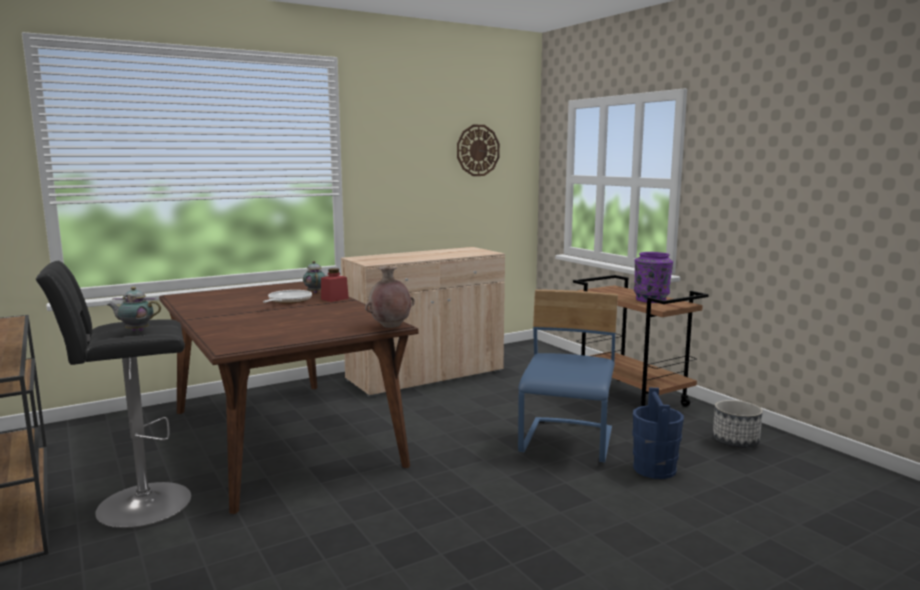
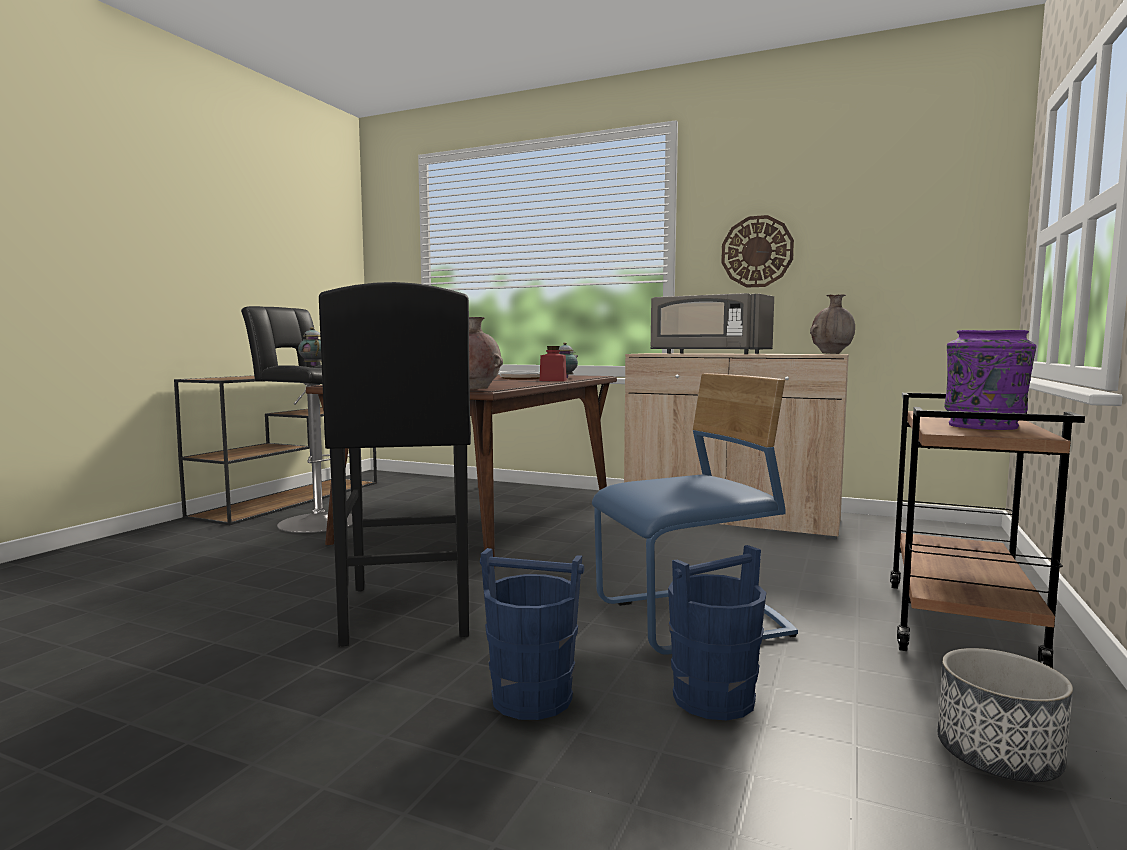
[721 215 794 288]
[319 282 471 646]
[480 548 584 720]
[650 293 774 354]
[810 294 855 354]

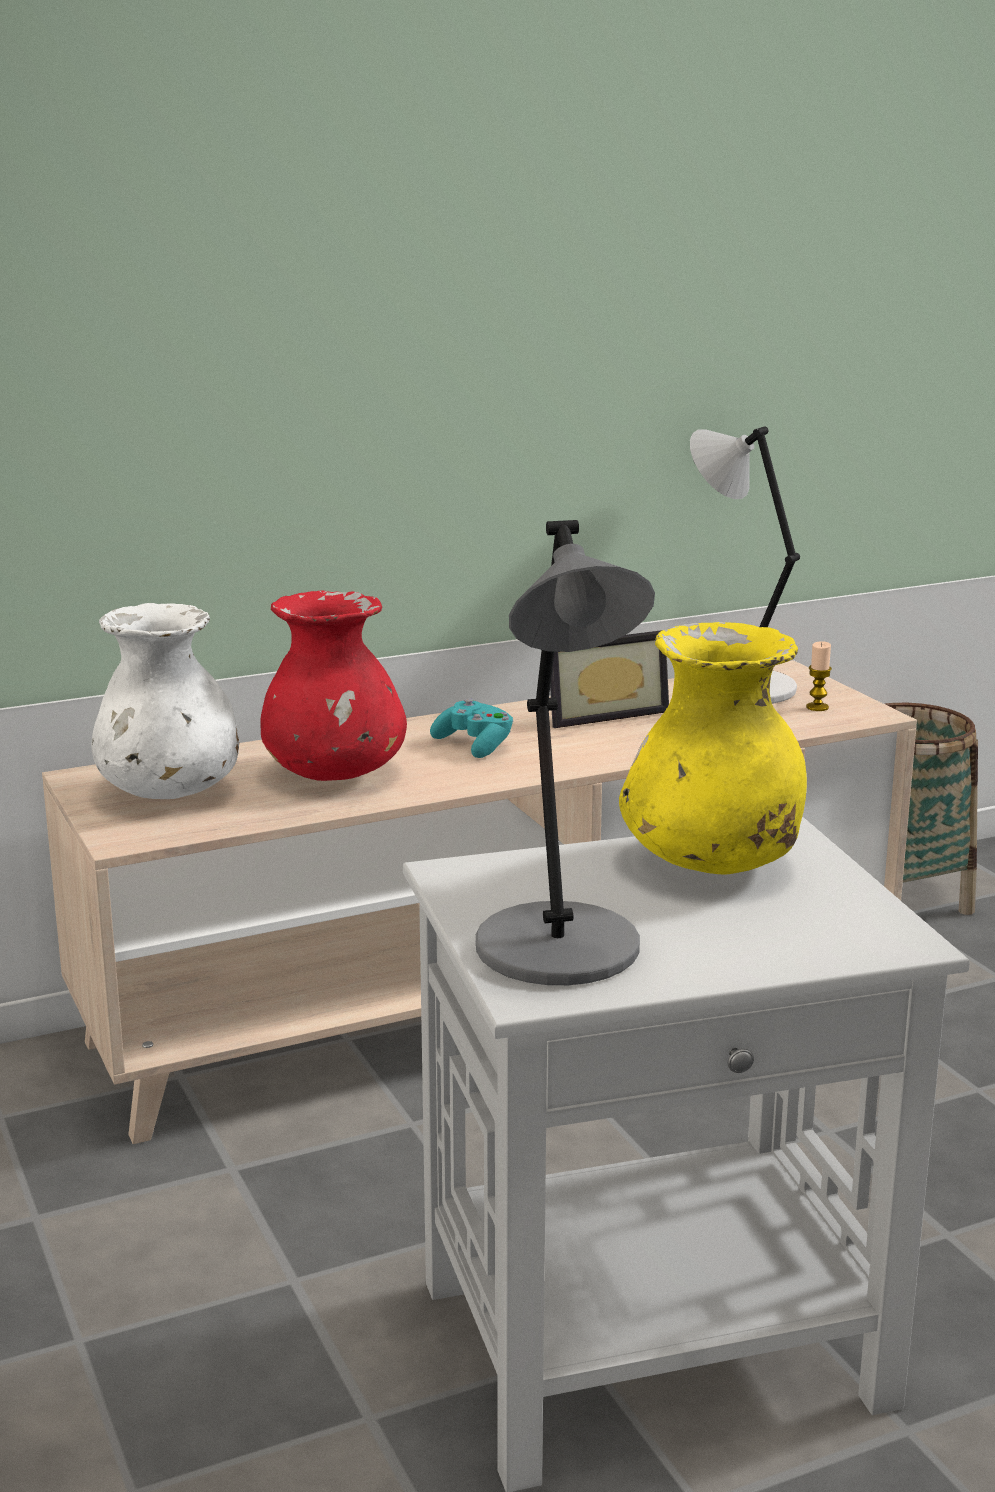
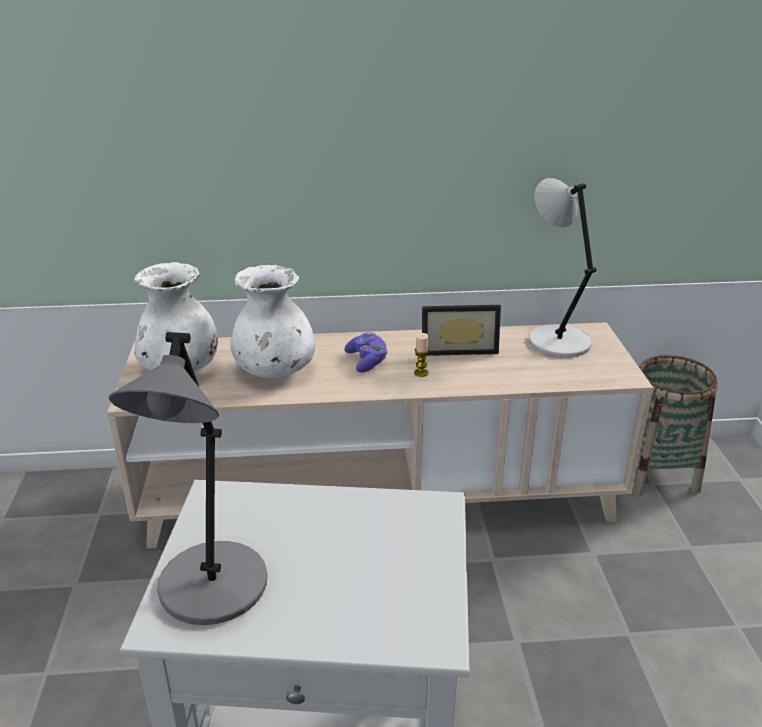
[230 265 315 378]
[345 332 388 373]
[619 622 807 875] (first image)
[414 333 429 377]

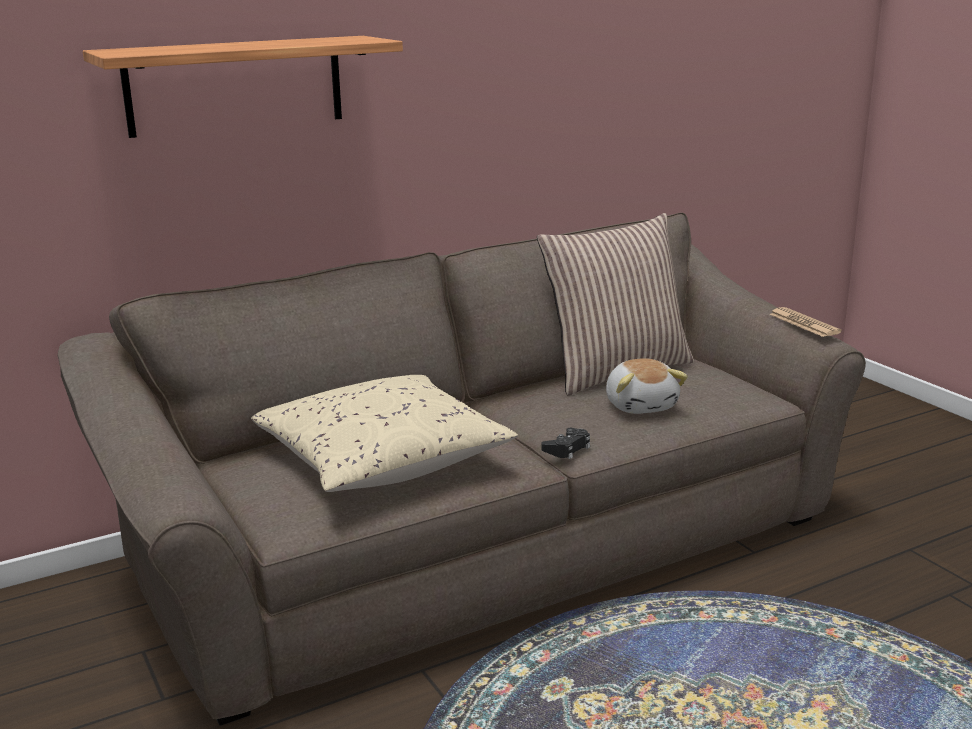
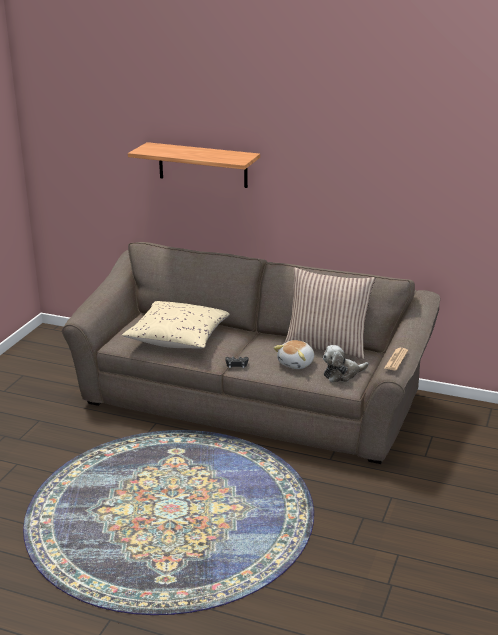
[323 345 369 382]

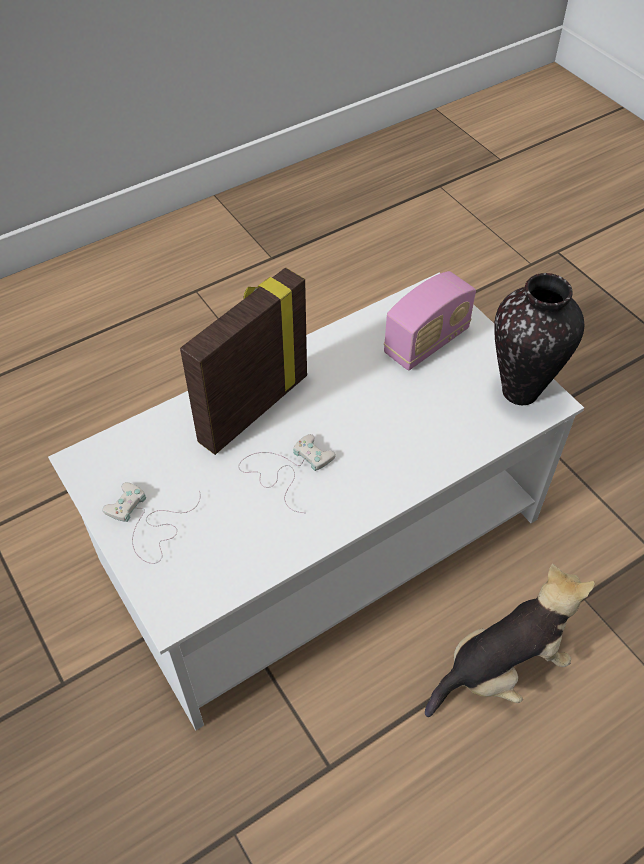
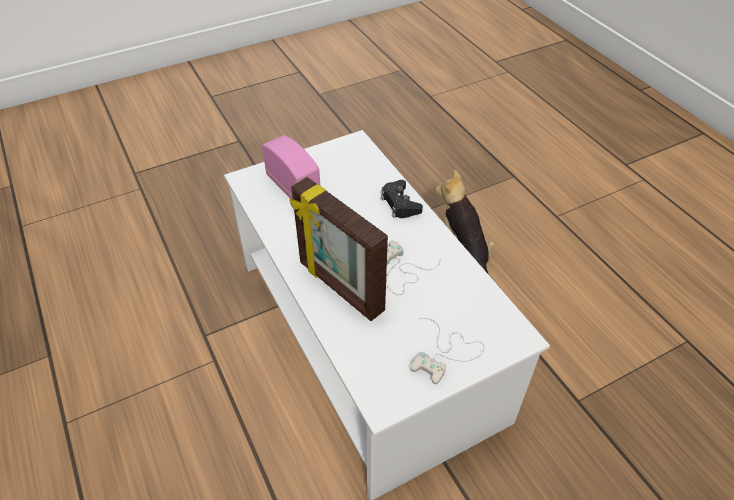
[494 273 585 405] (first image)
[381 180 423 218]

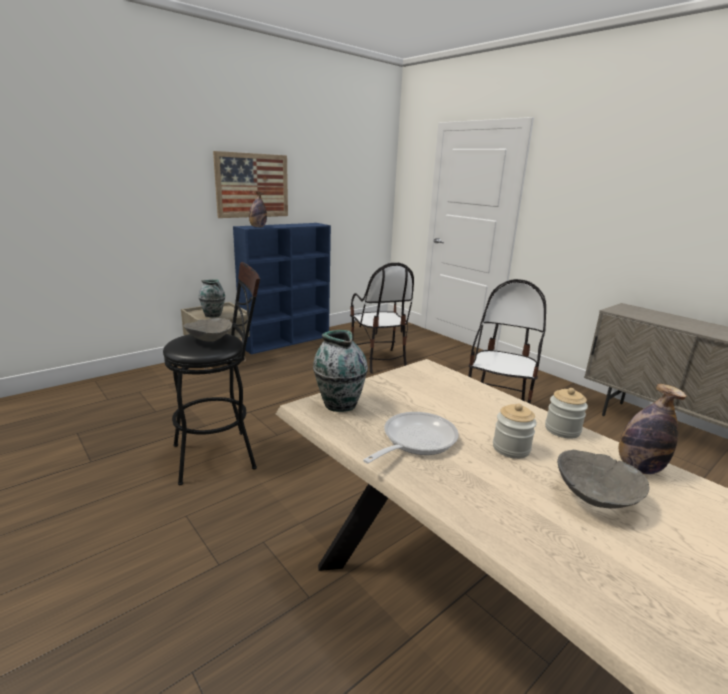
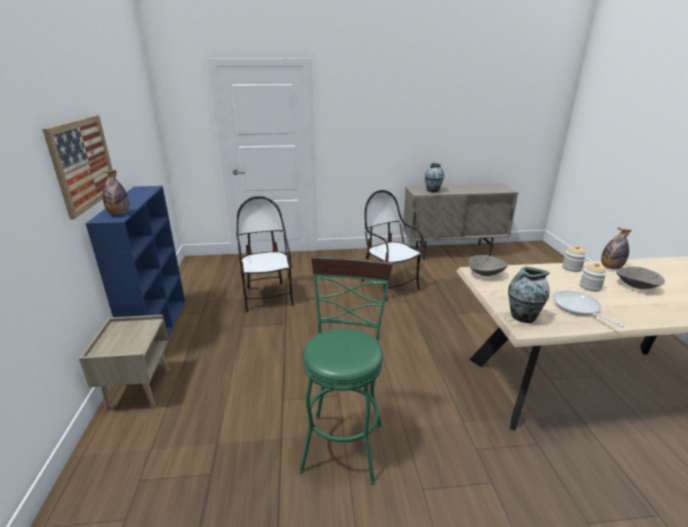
[299 256 393 485]
[469 255 508 276]
[425 163 444 192]
[237 196 293 312]

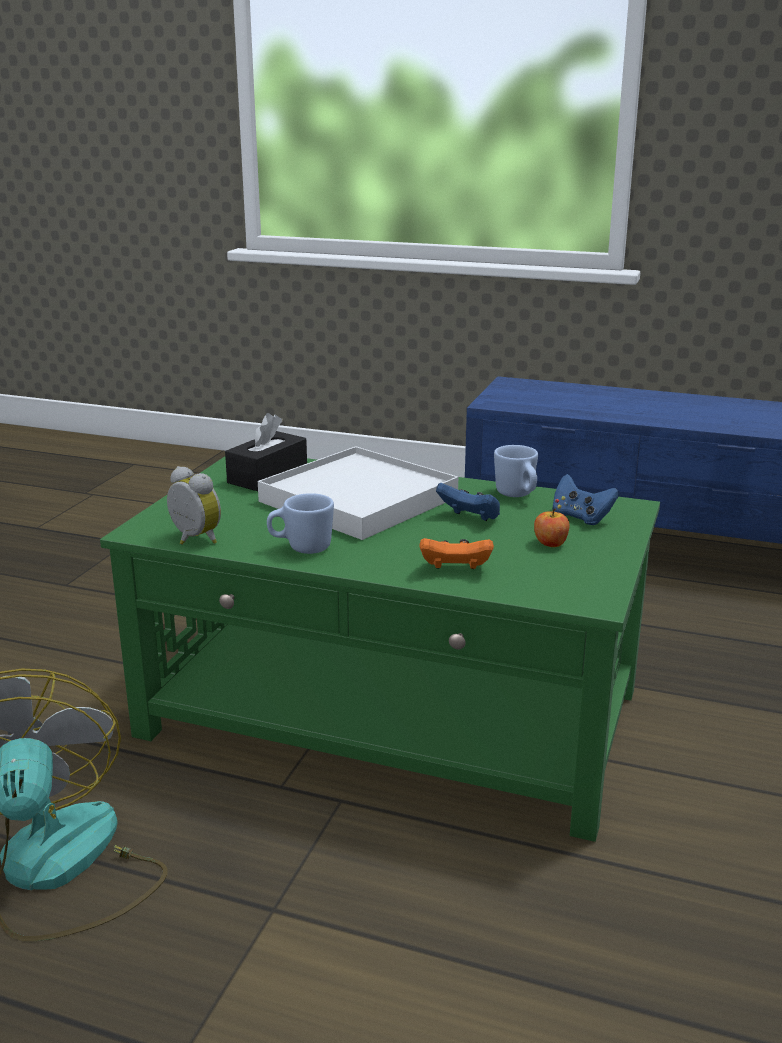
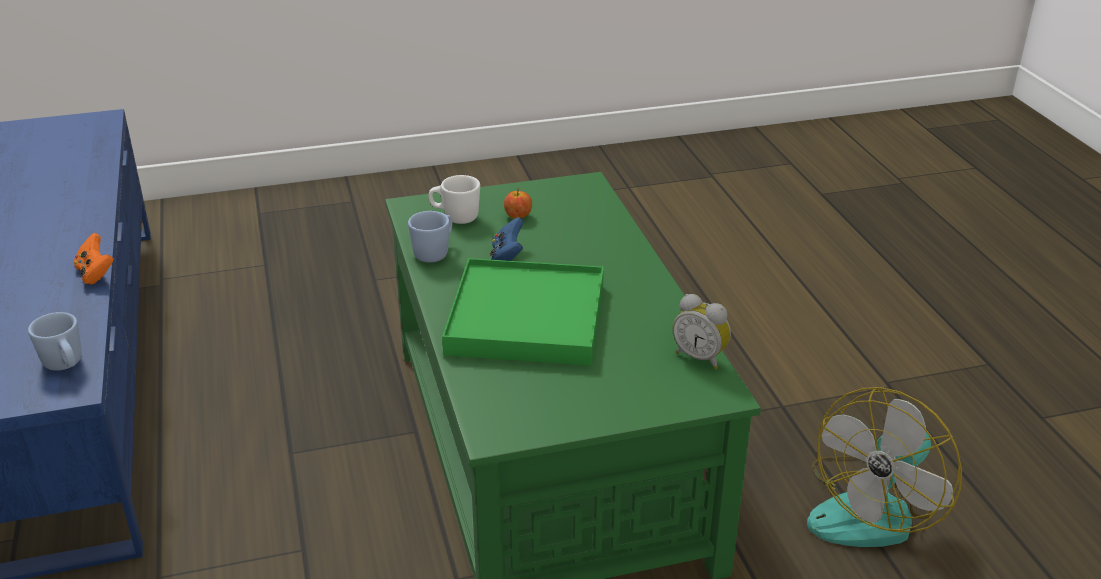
[673 294 731 370]
[225 413 307 491] (first image)
[442 258 604 366]
[28 312 82 371]
[74 233 114 285]
[428 175 480 224]

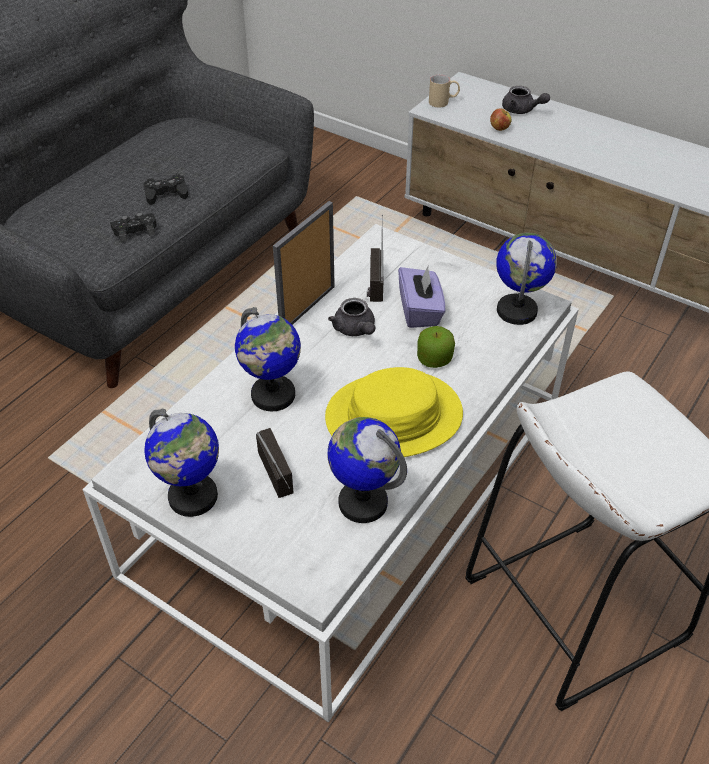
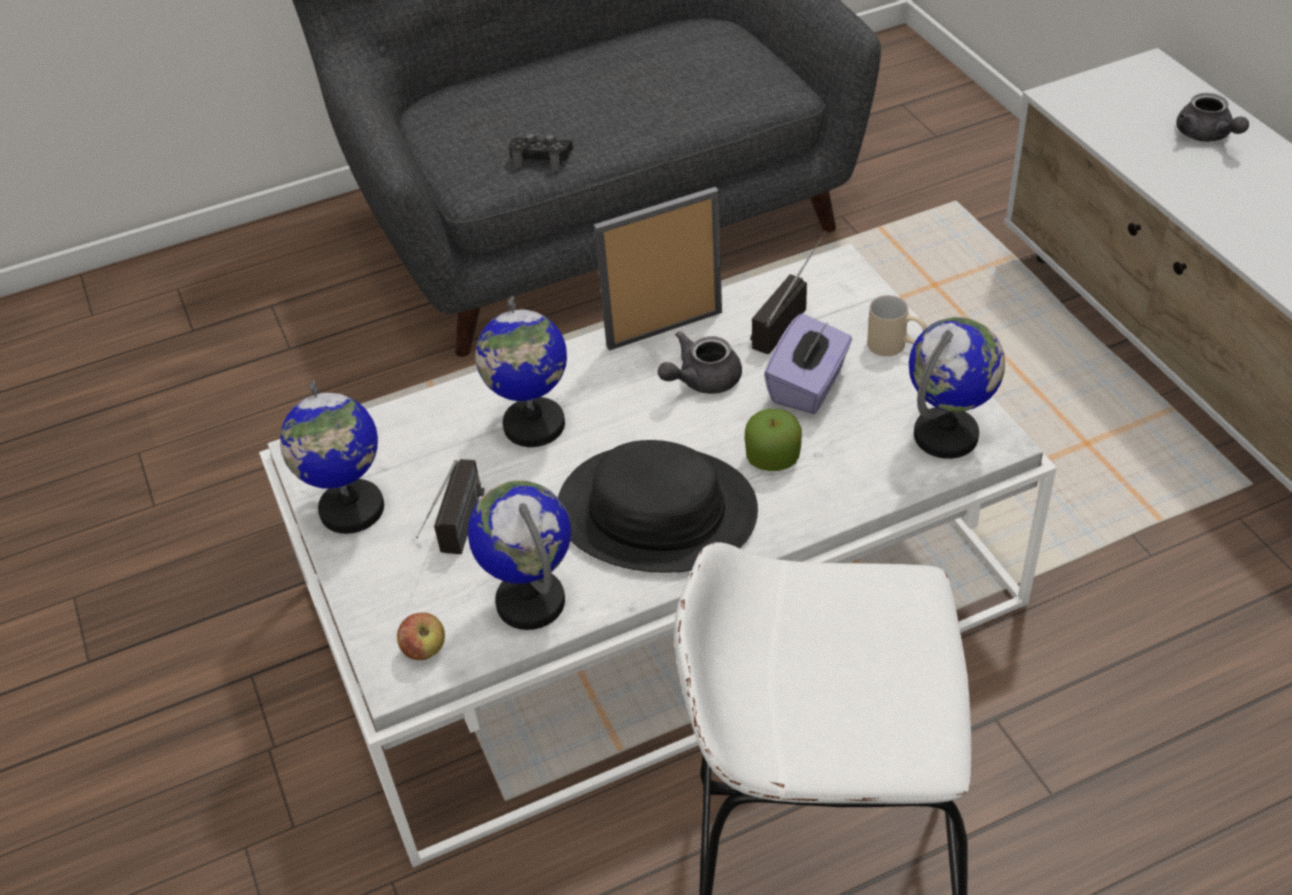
[143 174 188 205] (first image)
[558 440 758 573]
[658 331 742 394]
[867 295 927 356]
[397 613 445 660]

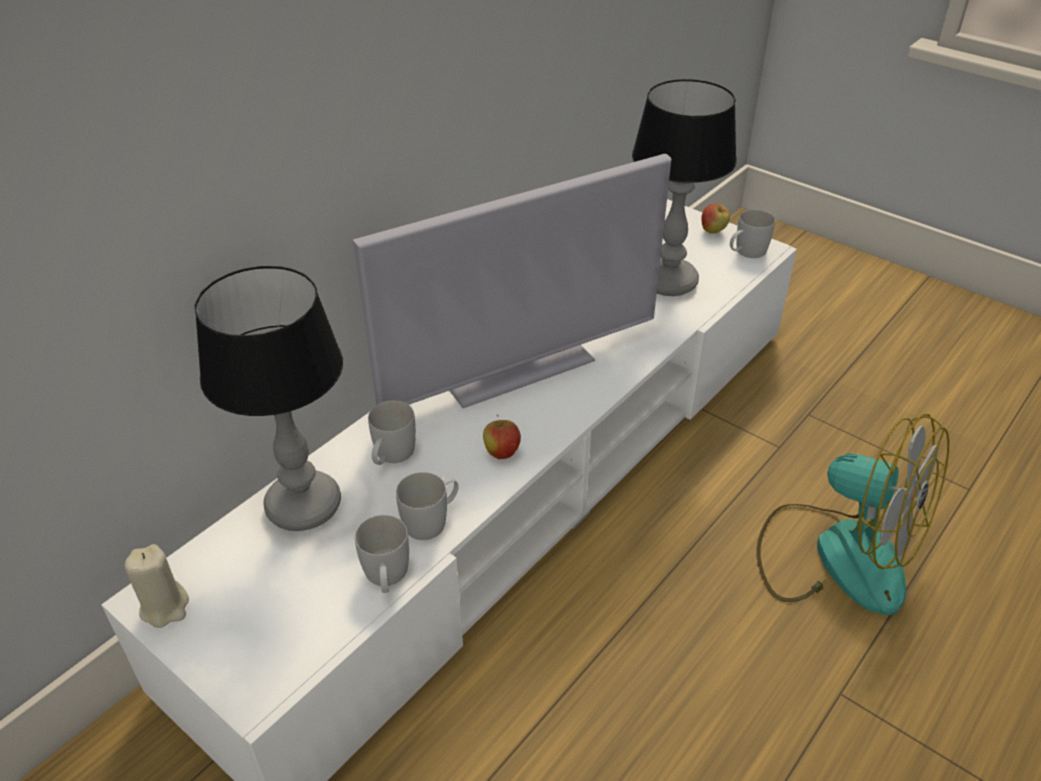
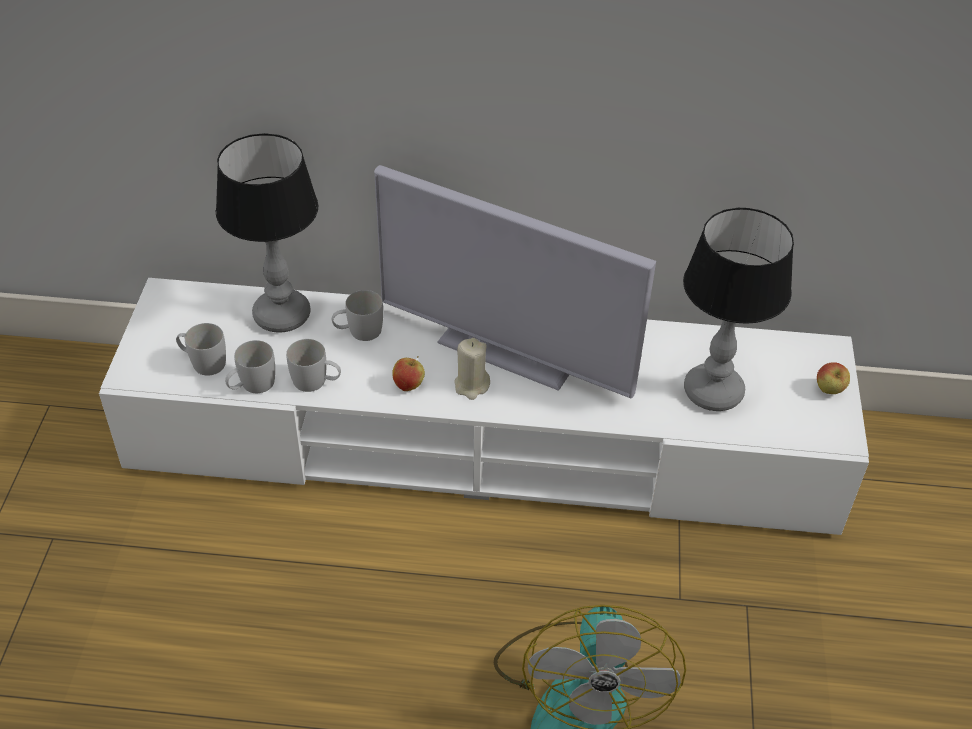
[454 338 490 400]
[176 323 226 376]

